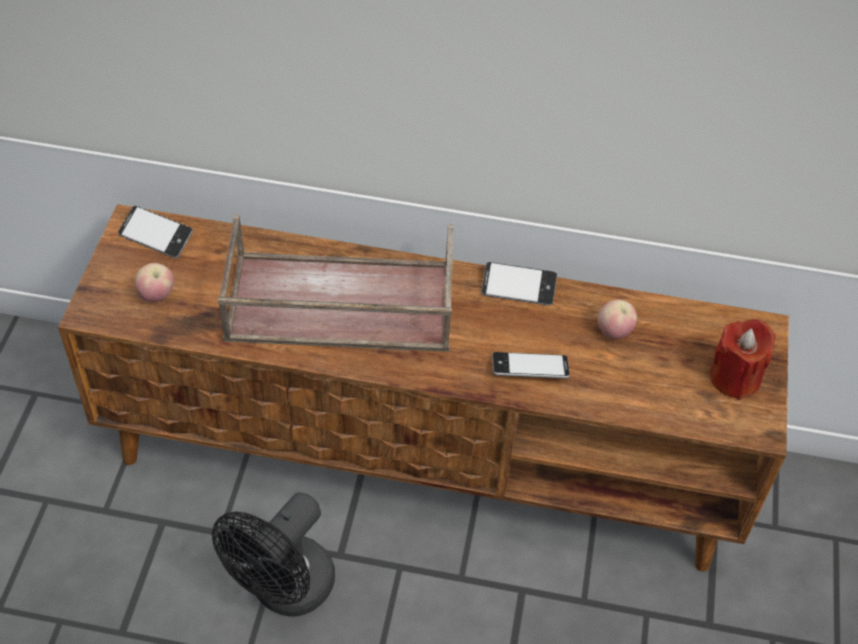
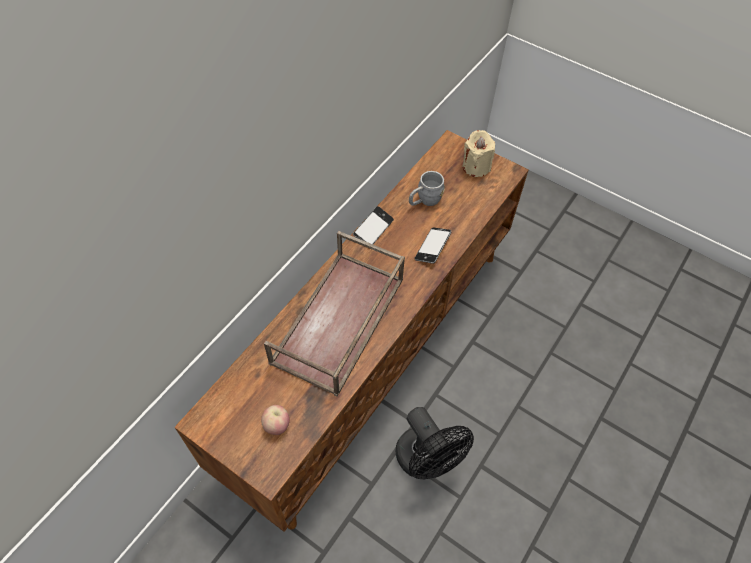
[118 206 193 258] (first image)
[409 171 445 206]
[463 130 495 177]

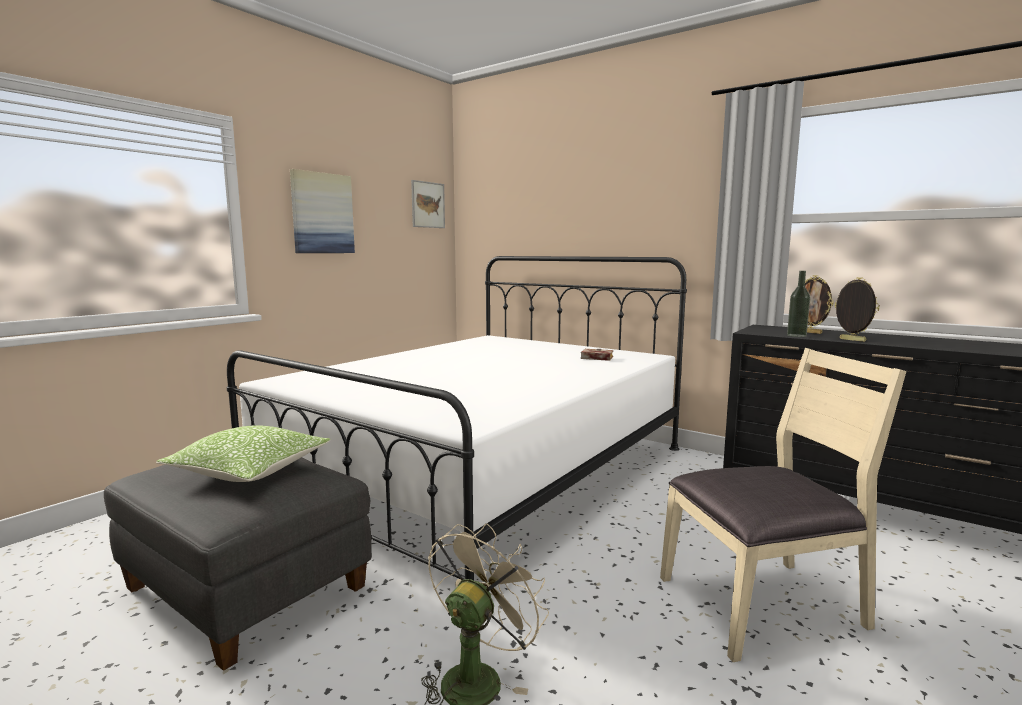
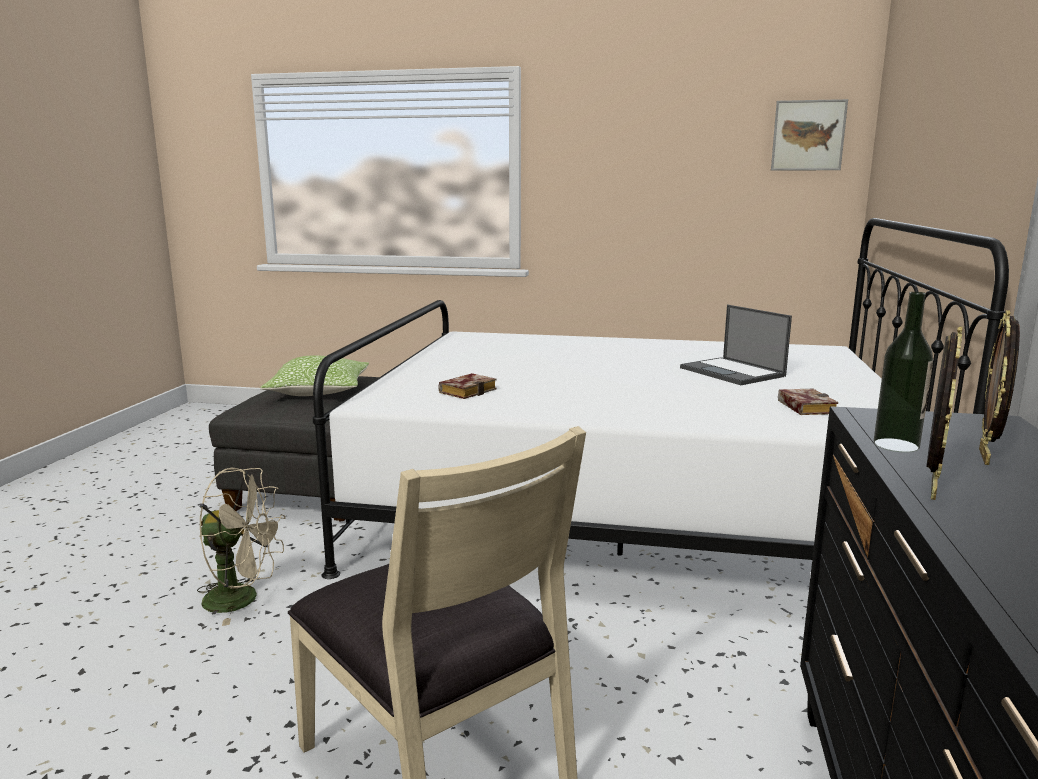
[290 169 355 253] (first image)
[438 373 497 399]
[680 305 792 385]

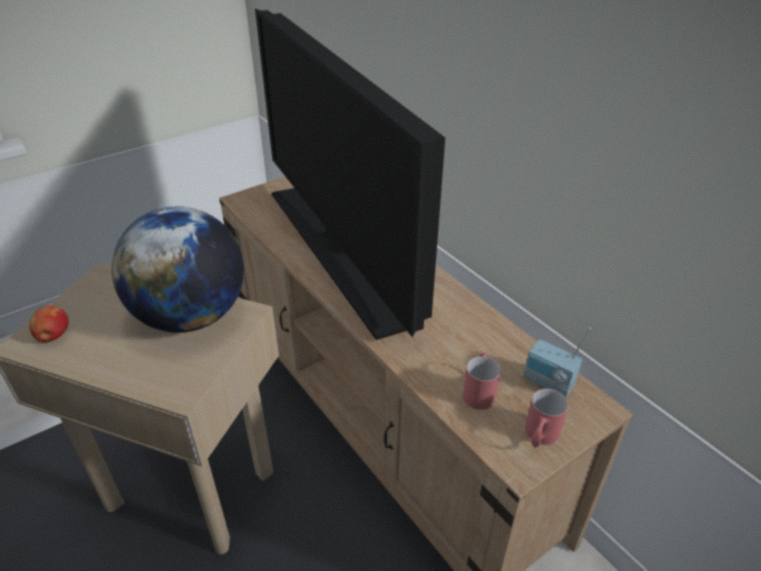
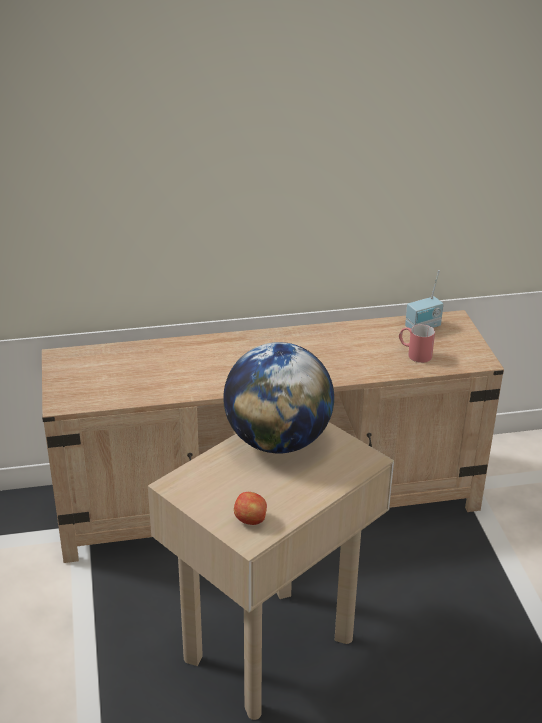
[255 9 445 340] (first image)
[525 389 568 447] (first image)

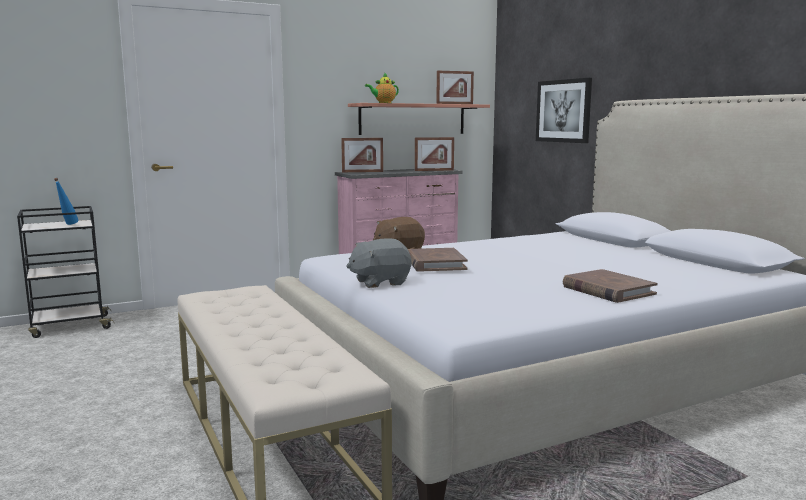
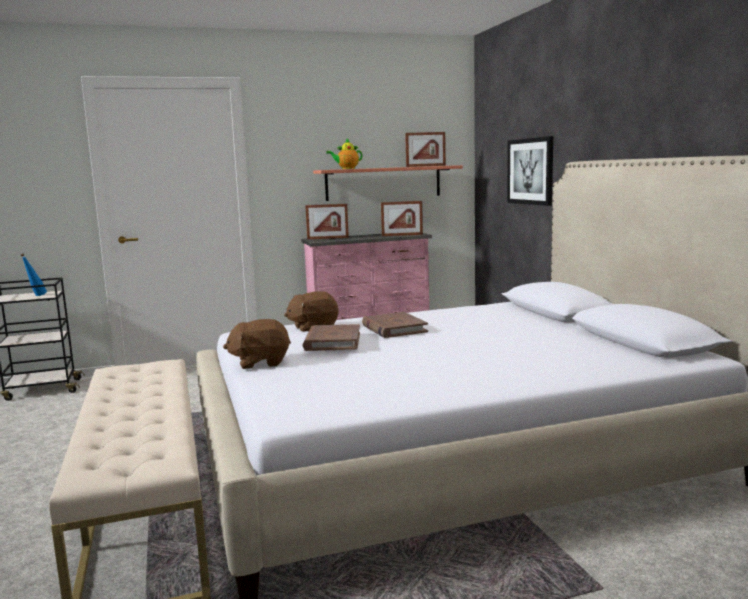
[223 319 291 369]
[362 312 428 338]

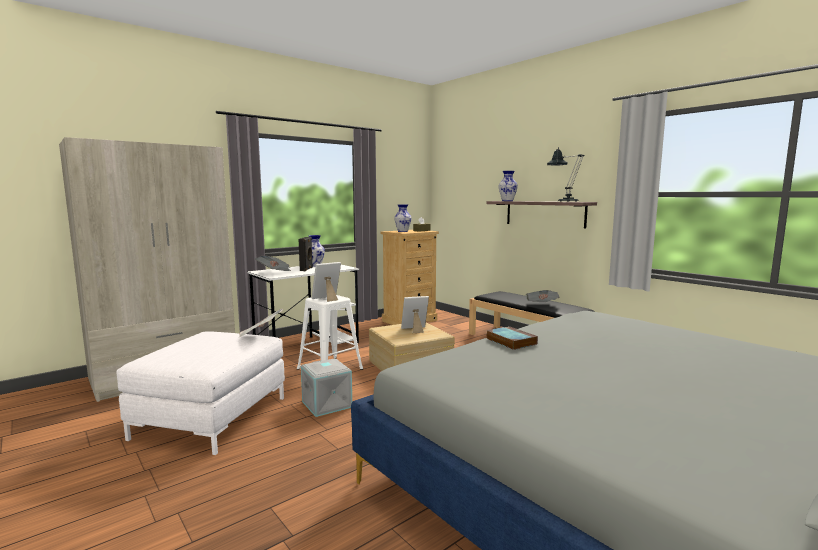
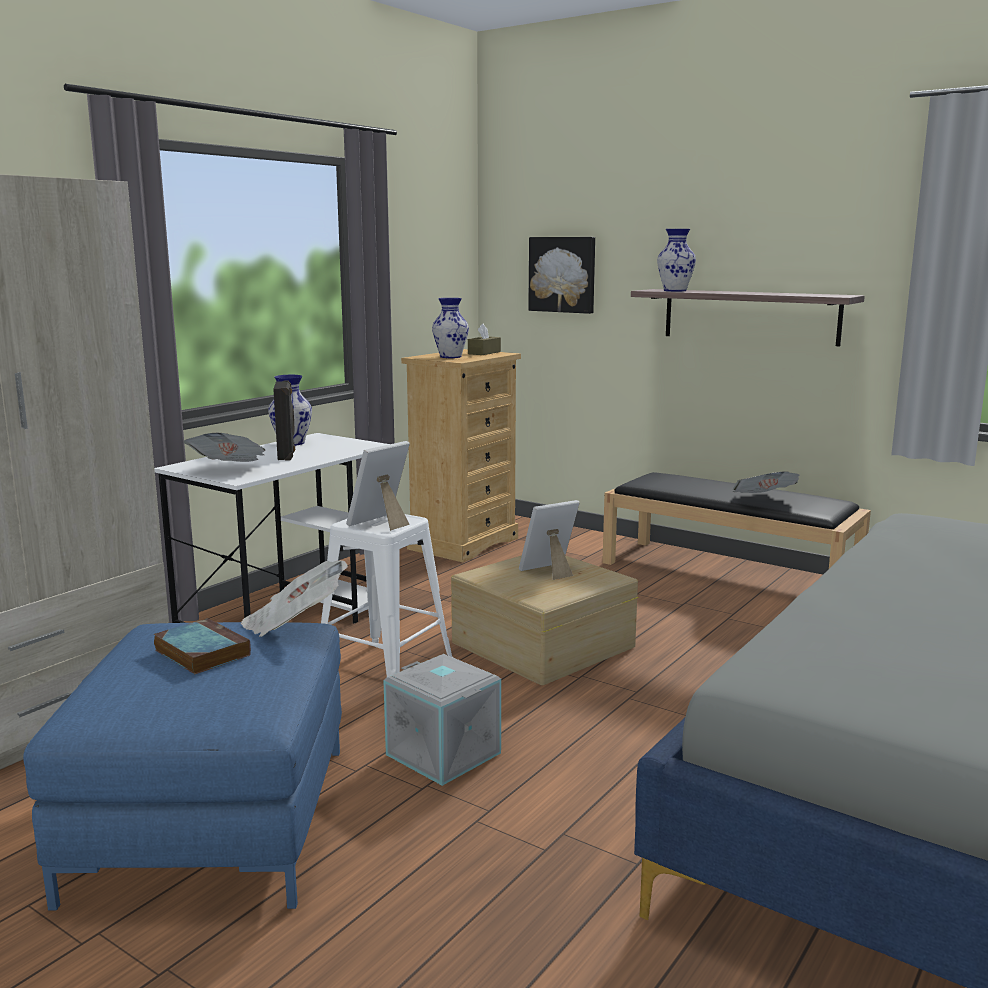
[23 622 342 911]
[154 618 251 674]
[547 147 584 202] (first image)
[528 237 595 314]

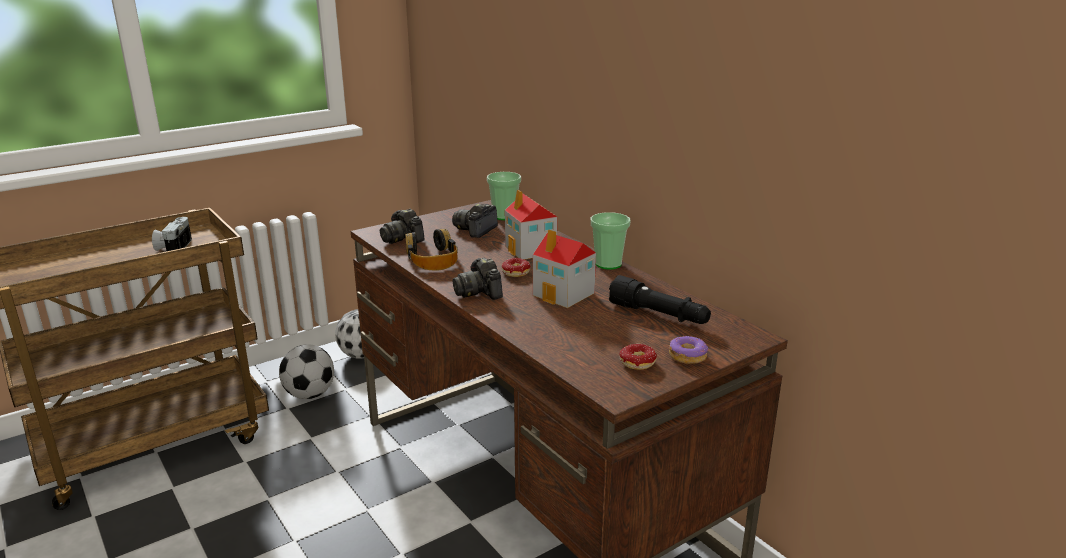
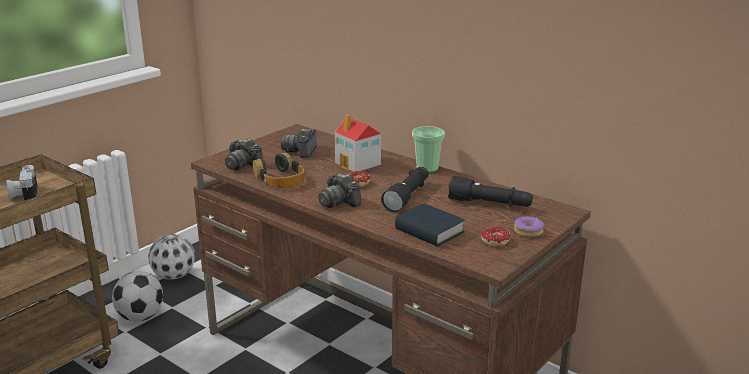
[487 172 521 220] (first image)
[381 167 428 212]
[395 204 465 247]

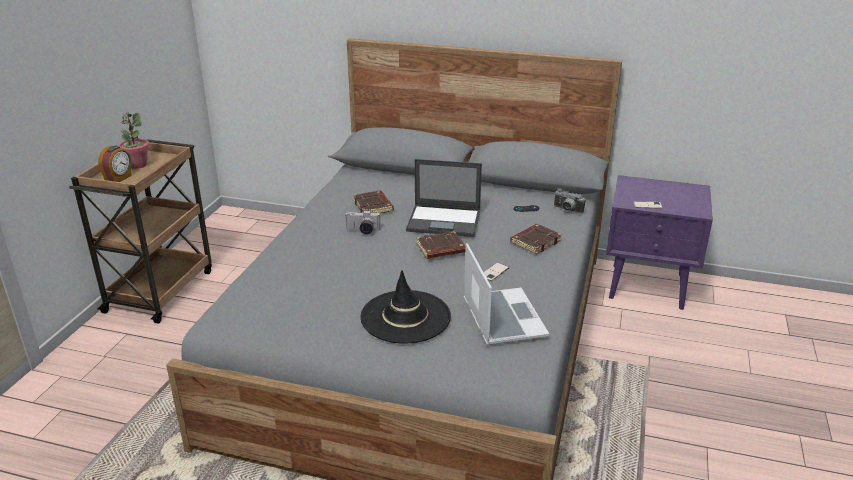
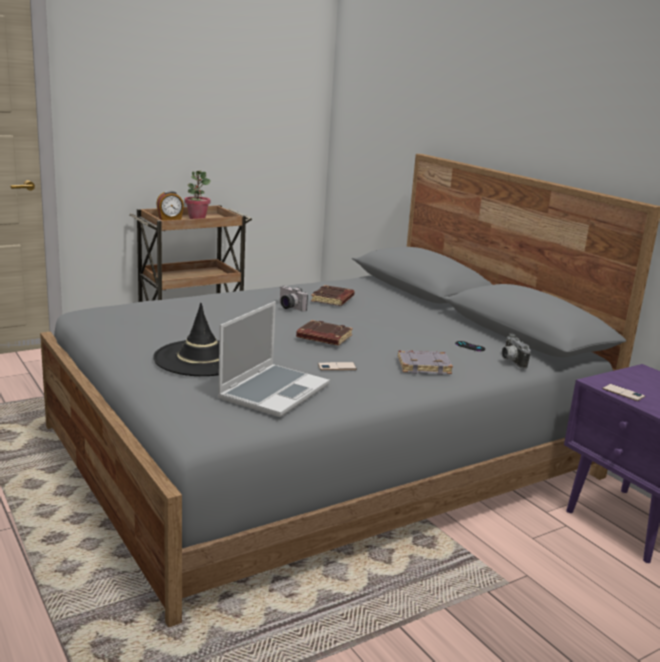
[406 159 482 237] (first image)
[398 350 453 375]

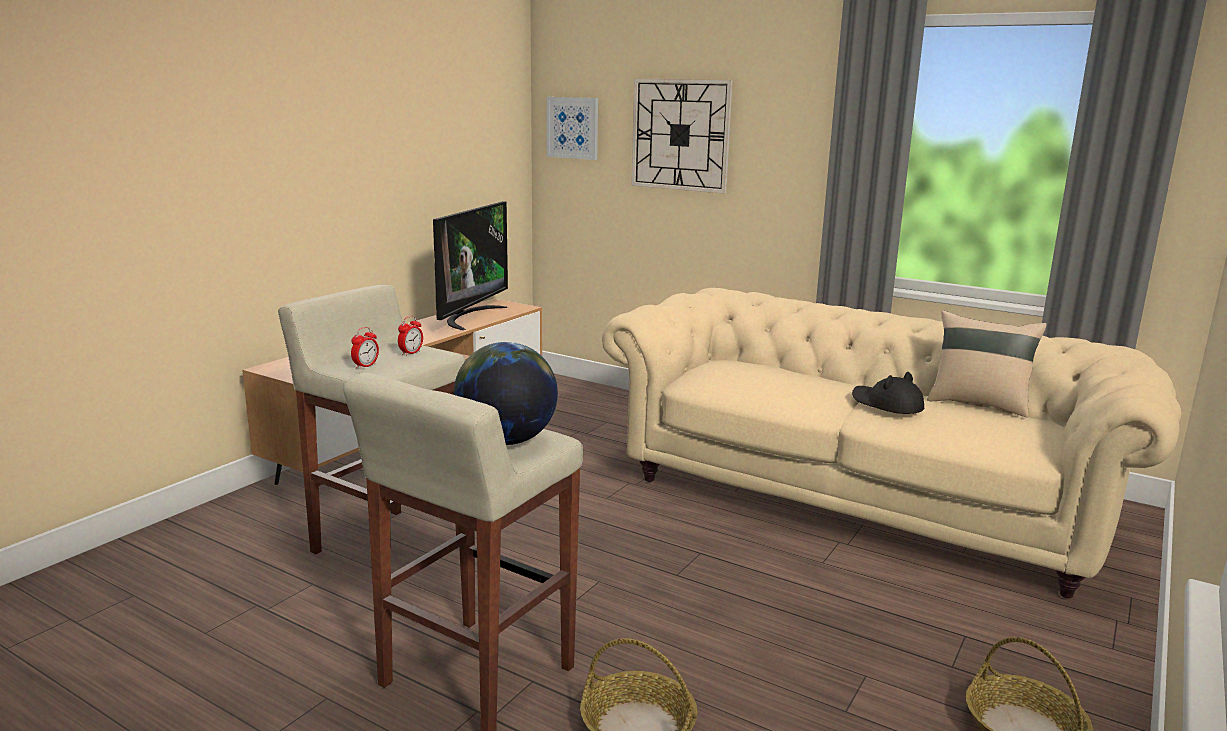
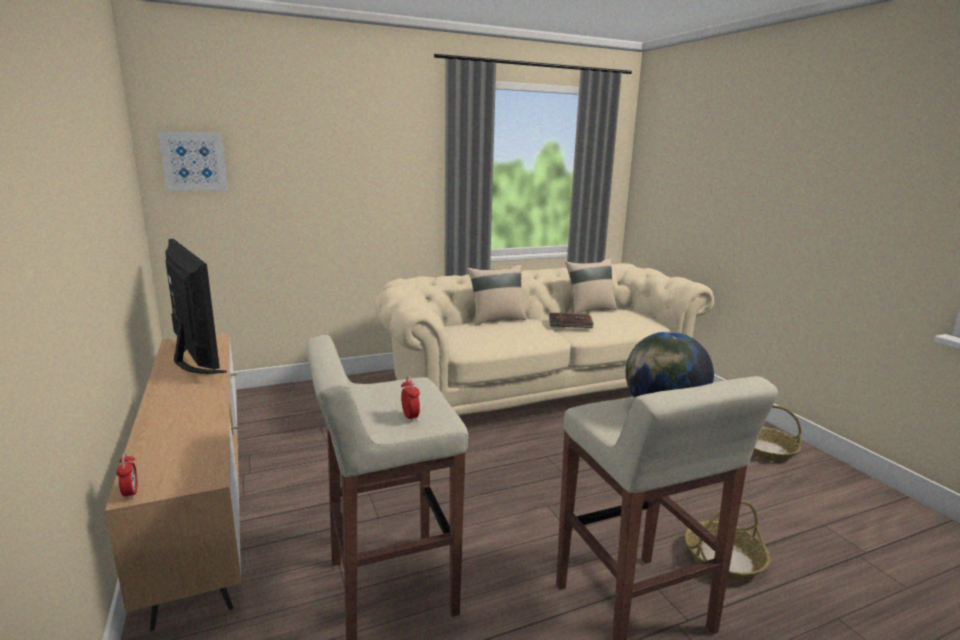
[116 452 137 501]
[631 79 733 194] (first image)
[549 313 594 328]
[467 264 527 326]

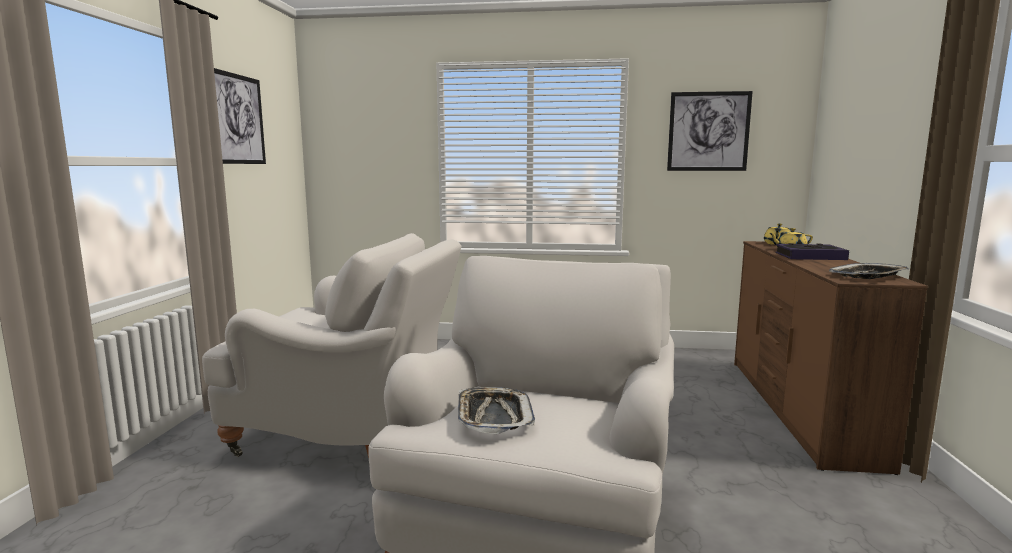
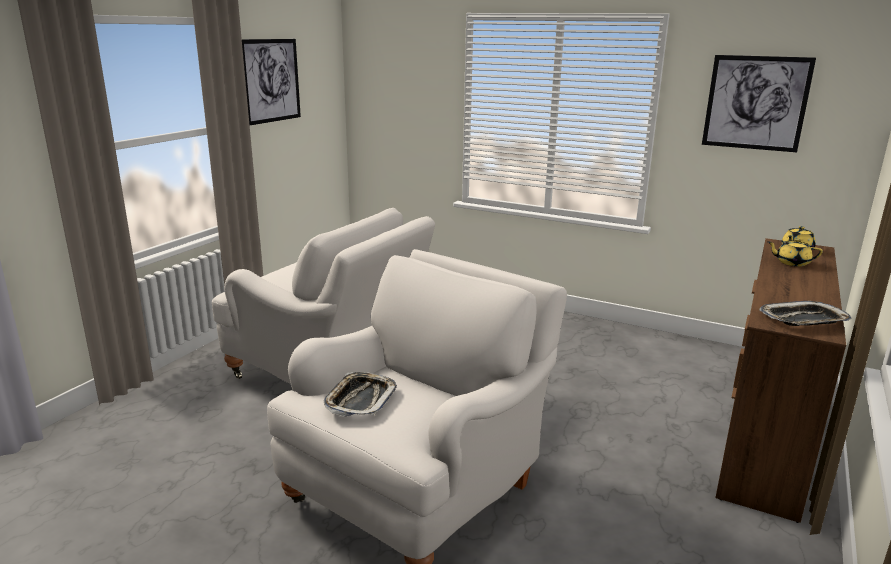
[775 243 849 260] (first image)

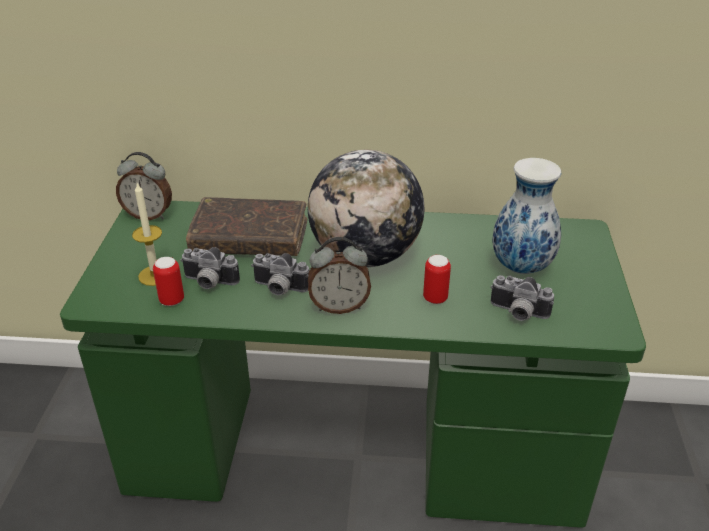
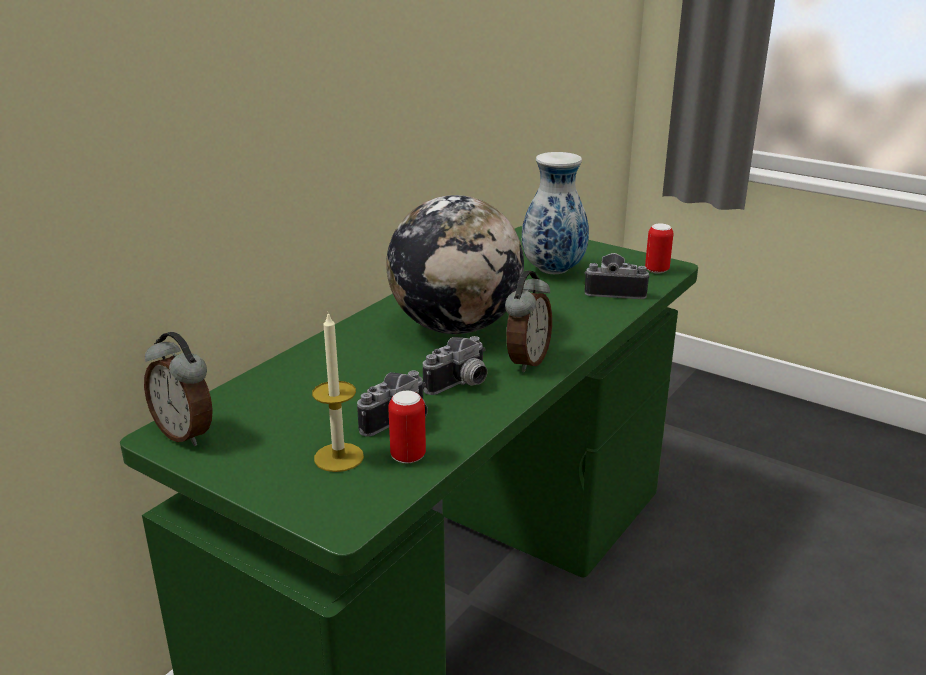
[144 332 213 446]
[186 197 307 256] (first image)
[645 224 673 274]
[585 253 650 299]

